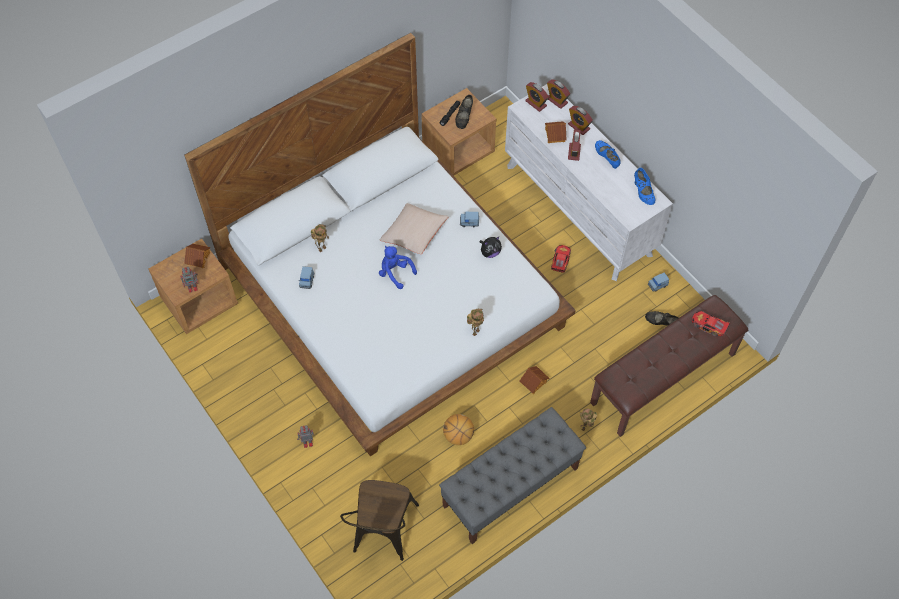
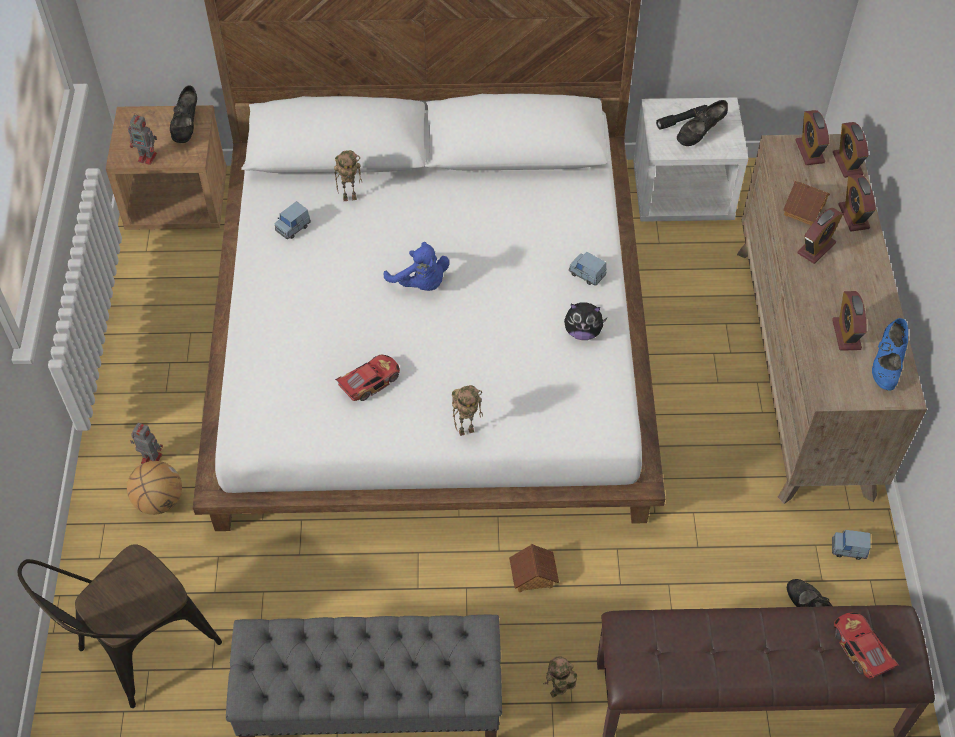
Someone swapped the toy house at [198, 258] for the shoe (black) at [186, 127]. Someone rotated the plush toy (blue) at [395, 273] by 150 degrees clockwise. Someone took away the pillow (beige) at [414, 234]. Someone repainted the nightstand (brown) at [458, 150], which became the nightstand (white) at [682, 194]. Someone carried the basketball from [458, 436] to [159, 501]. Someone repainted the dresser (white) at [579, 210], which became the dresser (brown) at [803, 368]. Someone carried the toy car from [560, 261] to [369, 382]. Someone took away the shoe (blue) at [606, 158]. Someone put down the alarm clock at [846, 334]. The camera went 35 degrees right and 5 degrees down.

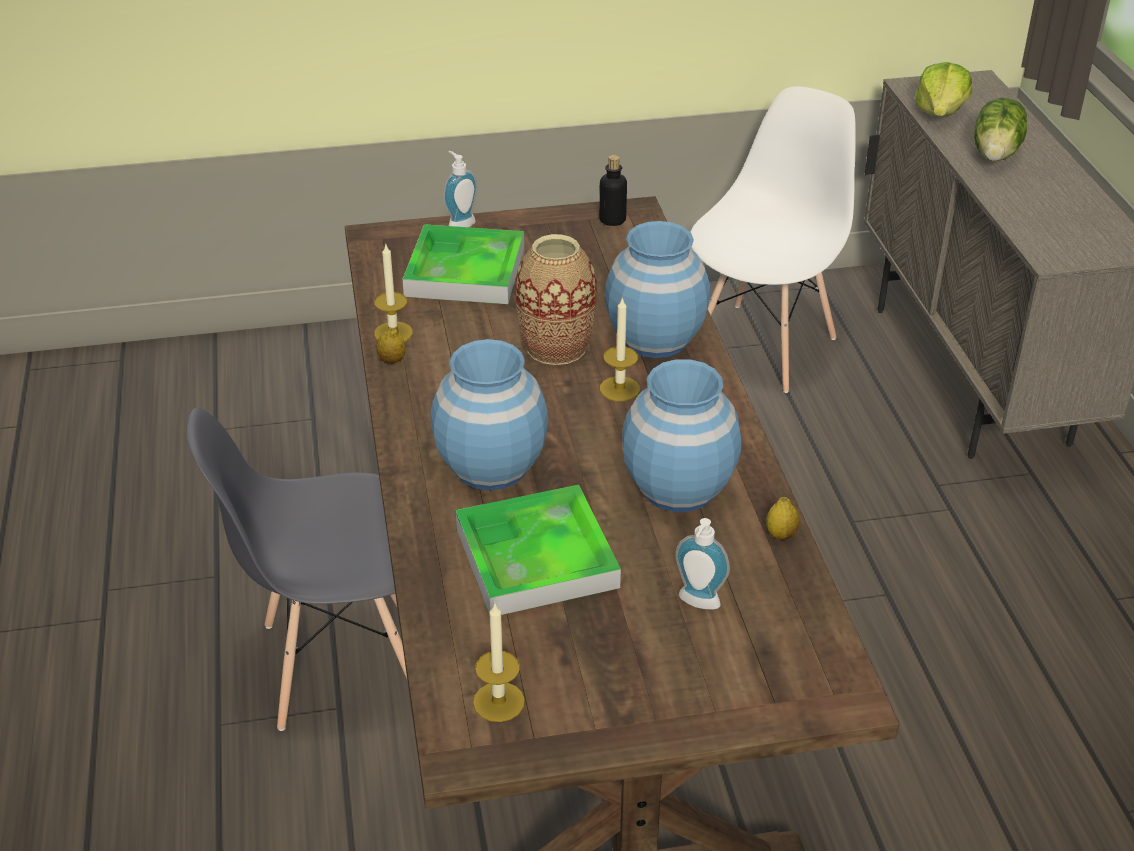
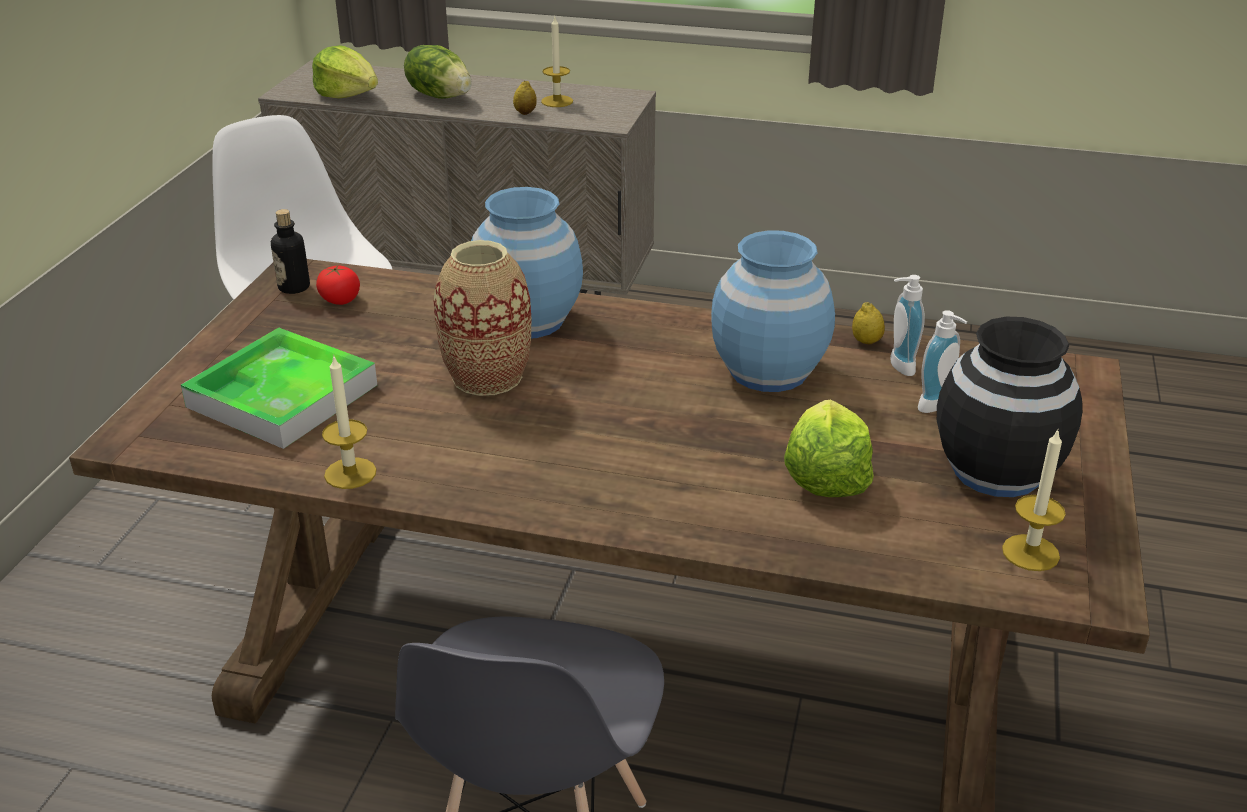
Someone carried the lemon from [392, 361] to [525, 113]. Someone took away the vase (blue) at [491, 466]. Someone carried the soap dispenser from [459, 224] to [897, 366]. Someone swapped the tray at [536, 558] for the lettuce at [825, 476]. Someone carried the candle from [619, 389] to [557, 101]. Someone put down the tomato at [340, 300]. Someone put down the vase (black) at [997, 470]. The camera went 65 degrees left and 5 degrees down.

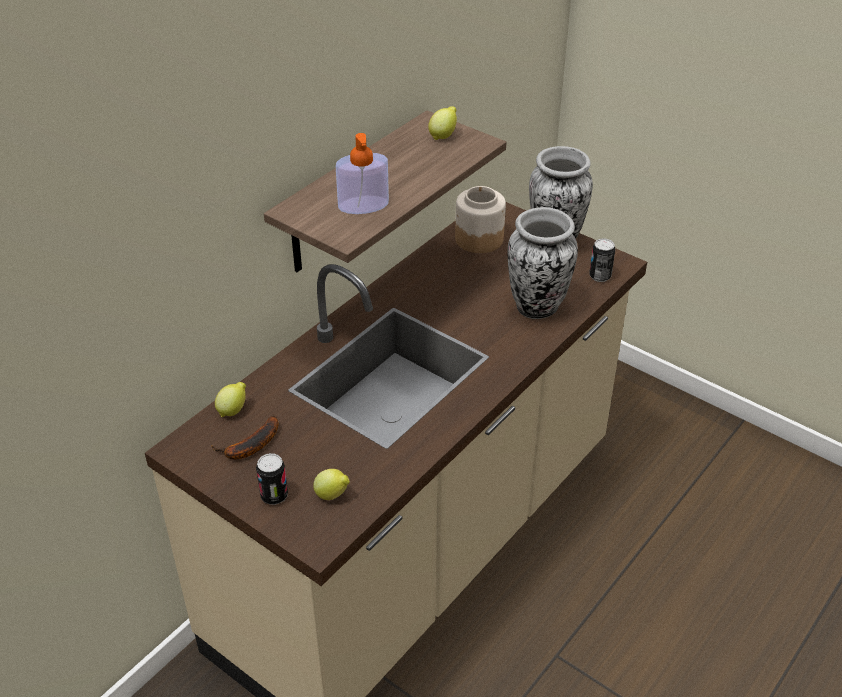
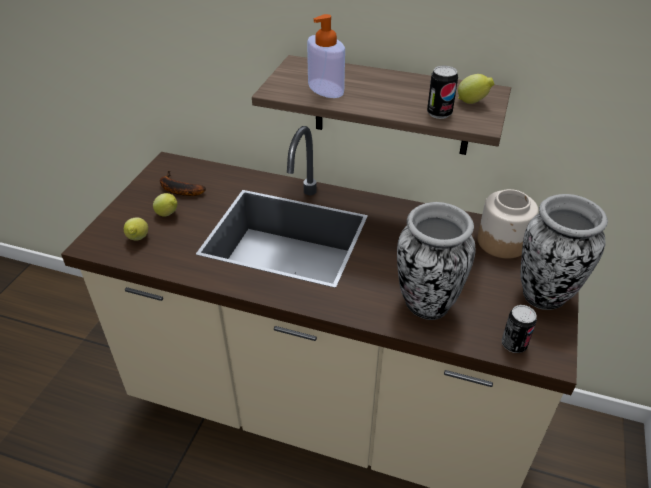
Someone carried the lemon from [233, 410] to [168, 214]. Someone carried the can from [274, 496] to [439, 113]. The camera went 70 degrees right and 0 degrees up.

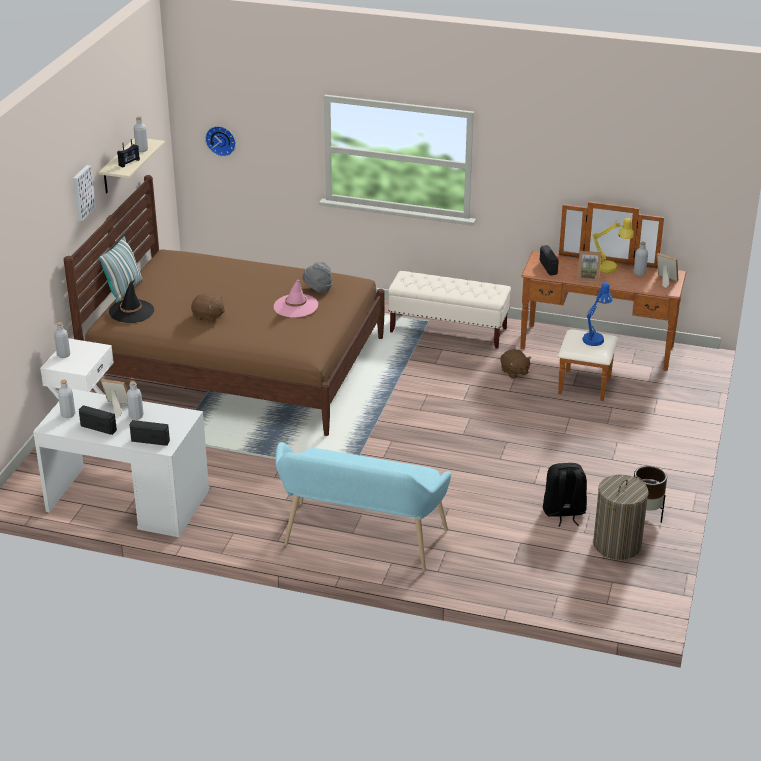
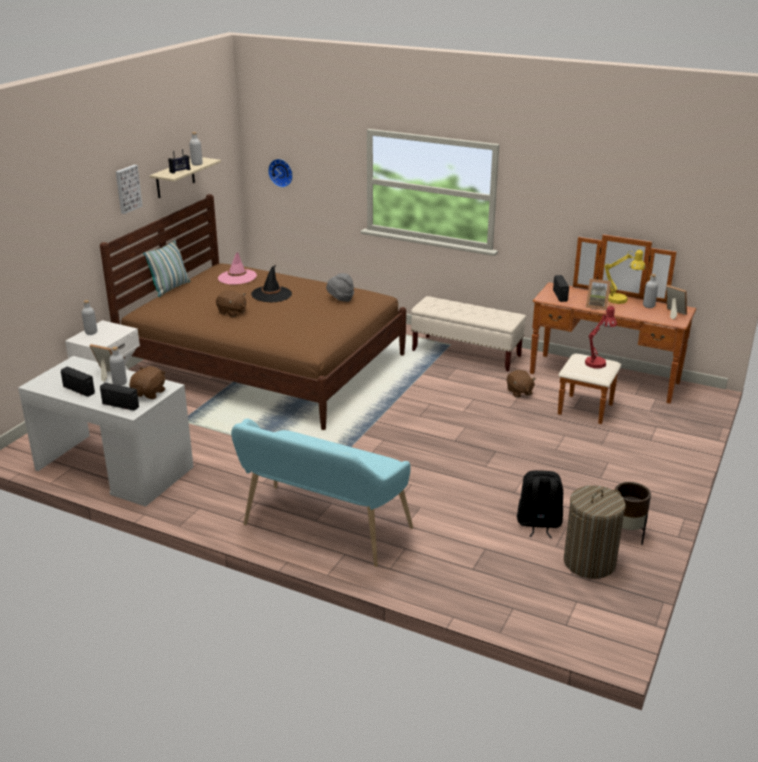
Someone took away the bottle (grey) at [68, 414]. Someone carried the hat (black) from [131, 311] to [271, 294]. Someone carried the hat (pink) from [295, 306] to [237, 277]. Someone repainted the table lamp (blue) at [595, 338], which became the table lamp (red) at [598, 362]. Someone put down the plush toy (brown) at [149, 393]. The camera went 10 degrees right and 5 degrees down.

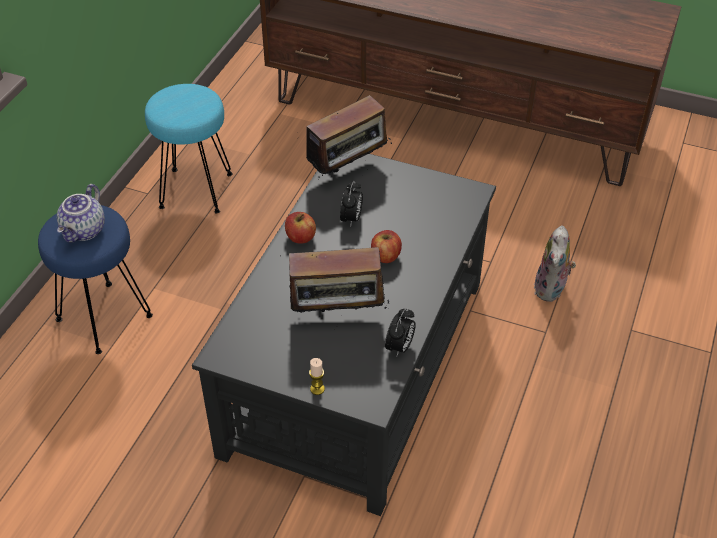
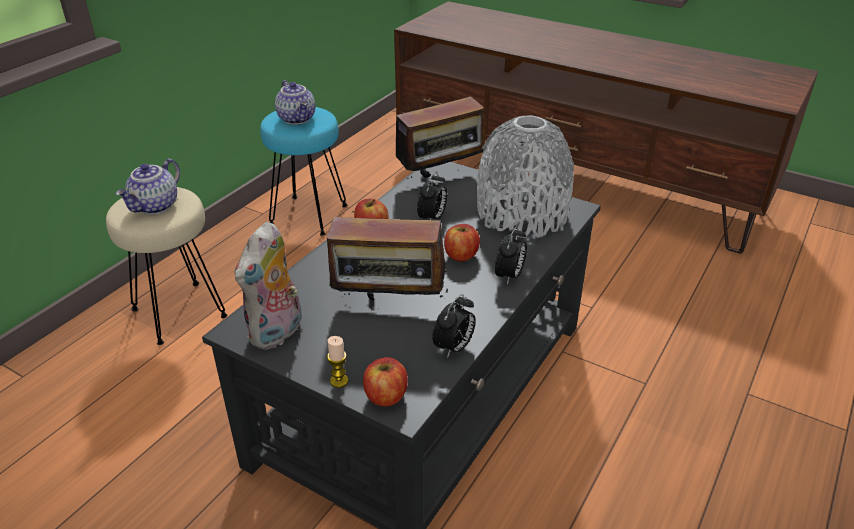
Someone repainted the stool (blue) at [105, 317], which became the stool (beige) at [181, 312]. Someone carried the plush toy from [551, 289] to [277, 333]. Someone put down the teapot at [298, 119]. Someone put down the apple at [385, 396]. Someone put down the vase (grey) at [522, 214]. Someone put down the alarm clock at [509, 276]. The camera went 10 degrees right and 10 degrees down.

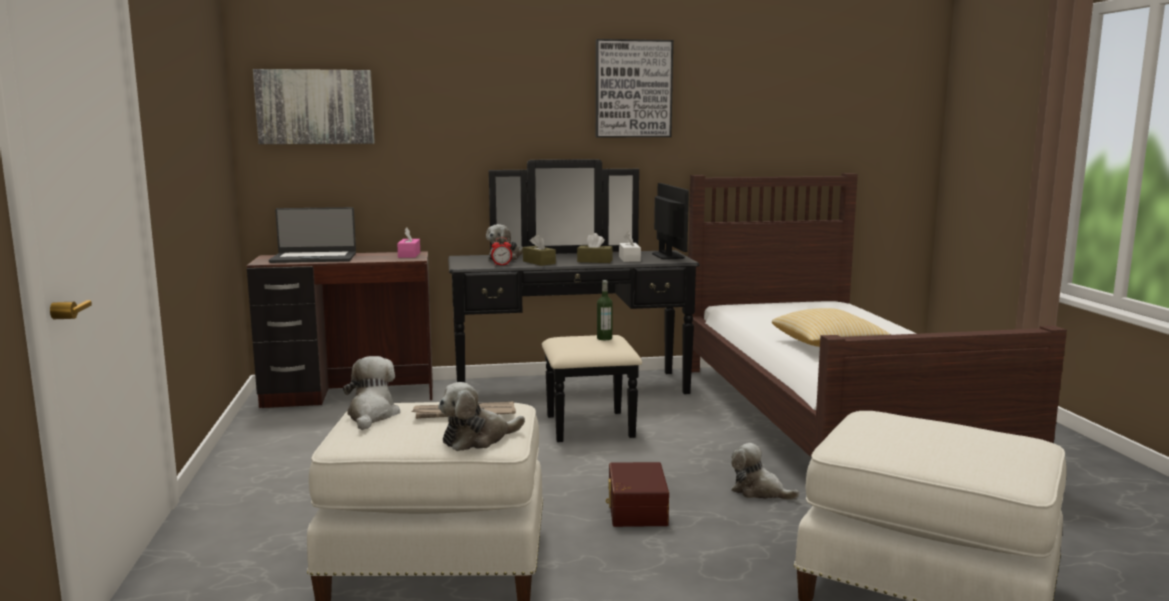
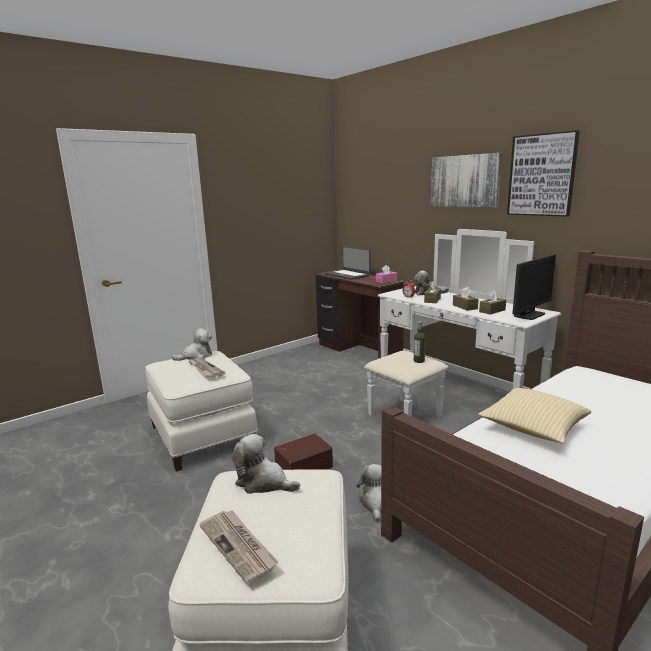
Someone carried the picture from [315, 107] to [465, 181]. Someone carried the plush toy from [478, 439] to [263, 482]. Someone repainted the dresser (black) at [576, 396], which became the dresser (white) at [445, 395]. Someone repainted the tissue box (white) at [629, 259], which became the tissue box (brown) at [492, 311]. Someone put down the newspaper at [239, 546]. The camera went 60 degrees right and 5 degrees up.

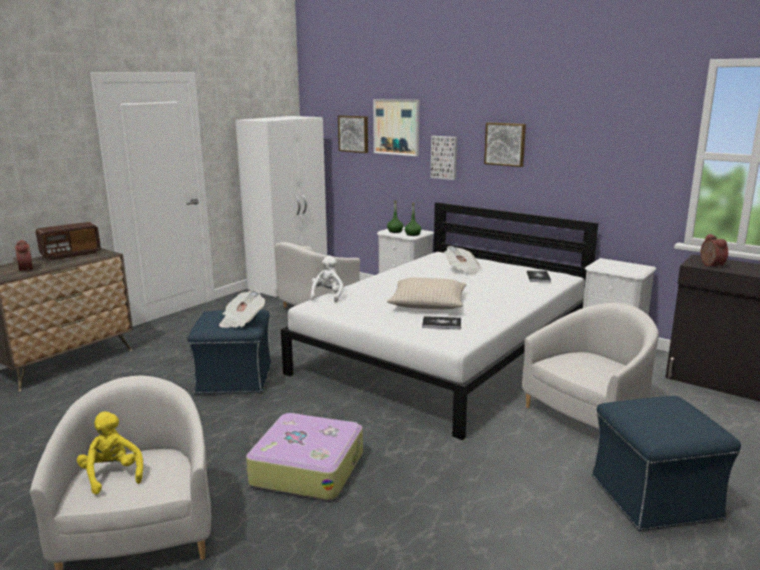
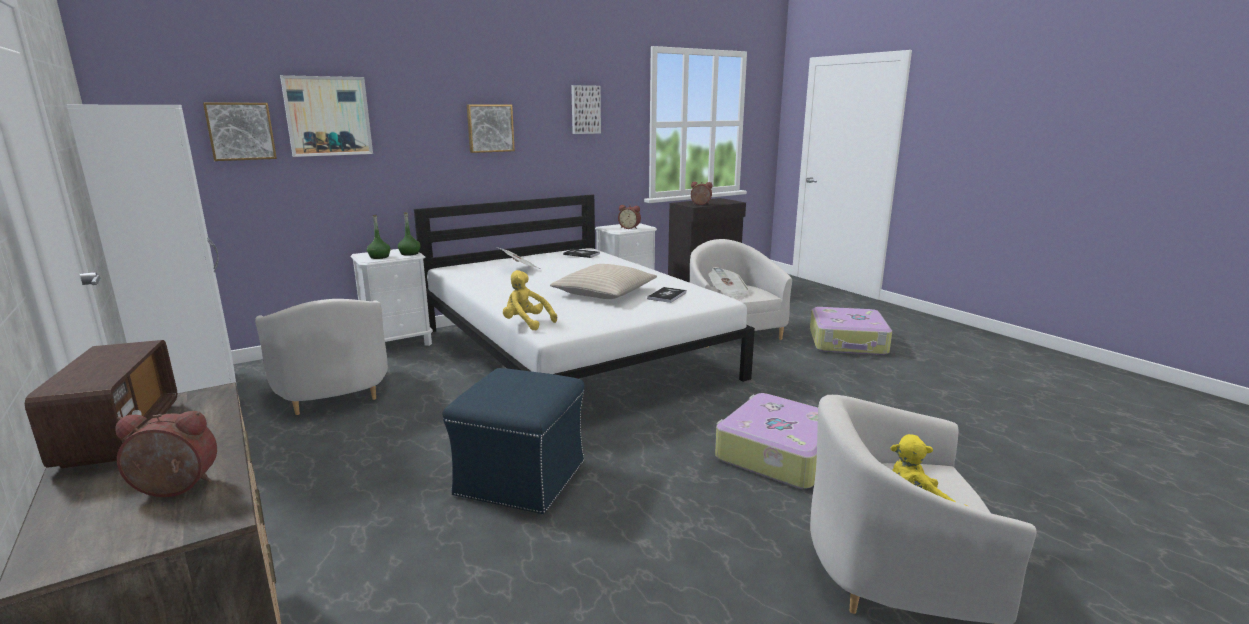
Someone carried the newspaper from [242, 321] to [729, 294]. Someone repainted the plush toy (white) at [327, 296], which became the plush toy (yellow) at [526, 323]. Someone carried the picture from [444, 157] to [585, 109]. Someone swapped the ottoman (blue) at [655, 498] for the suitcase at [848, 342]. Someone put down the alarm clock at [629, 228]. The camera went 70 degrees left and 0 degrees up.

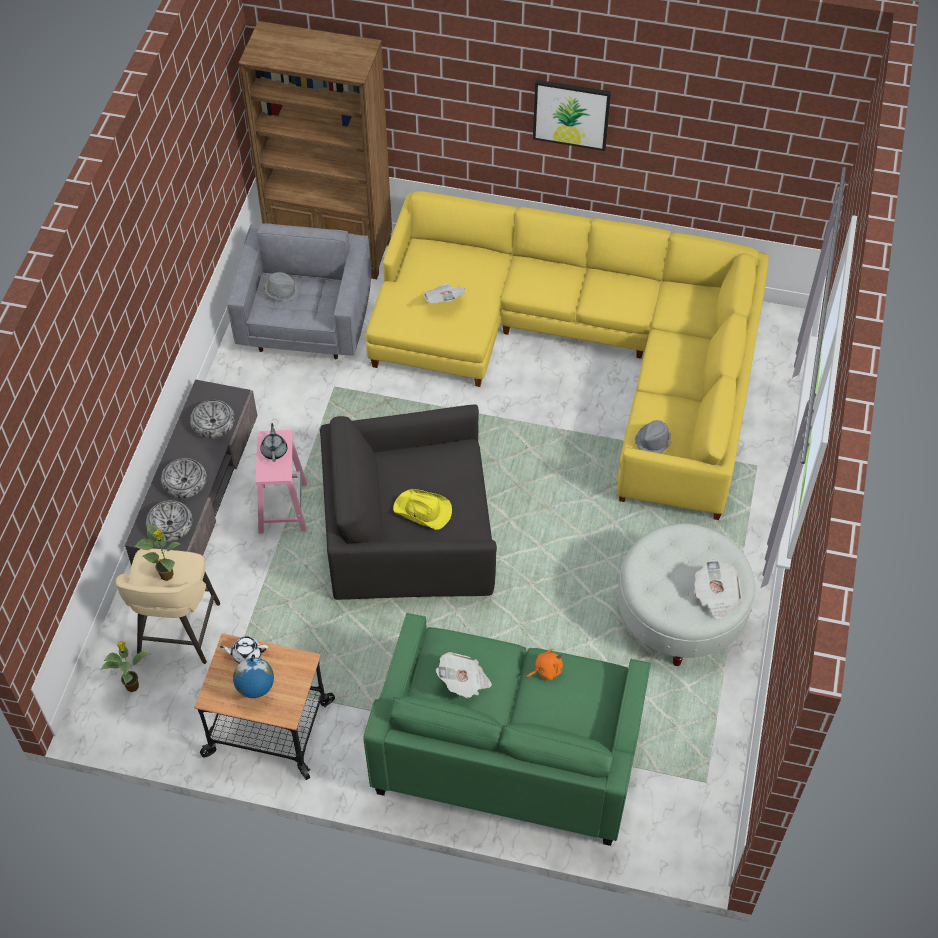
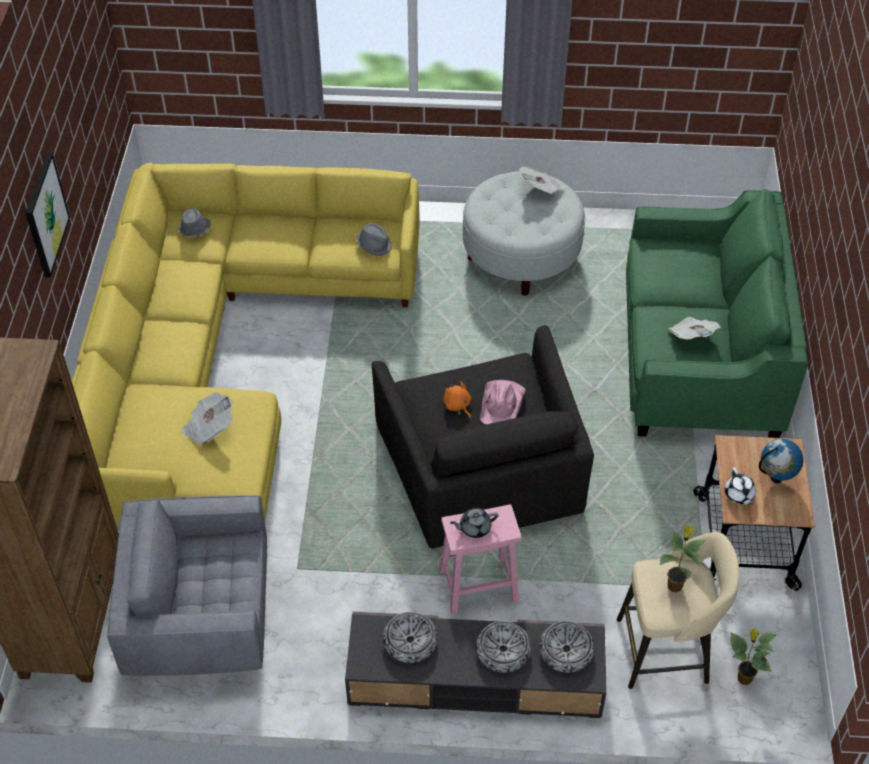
Someone carried the hat (grey) from [281, 291] to [194, 230]. Someone repainted the hat (yellow) at [423, 511], which became the hat (pink) at [502, 404]. Someone carried the plush toy (orange) from [546, 670] to [457, 406]. The camera went 100 degrees left and 5 degrees down.

